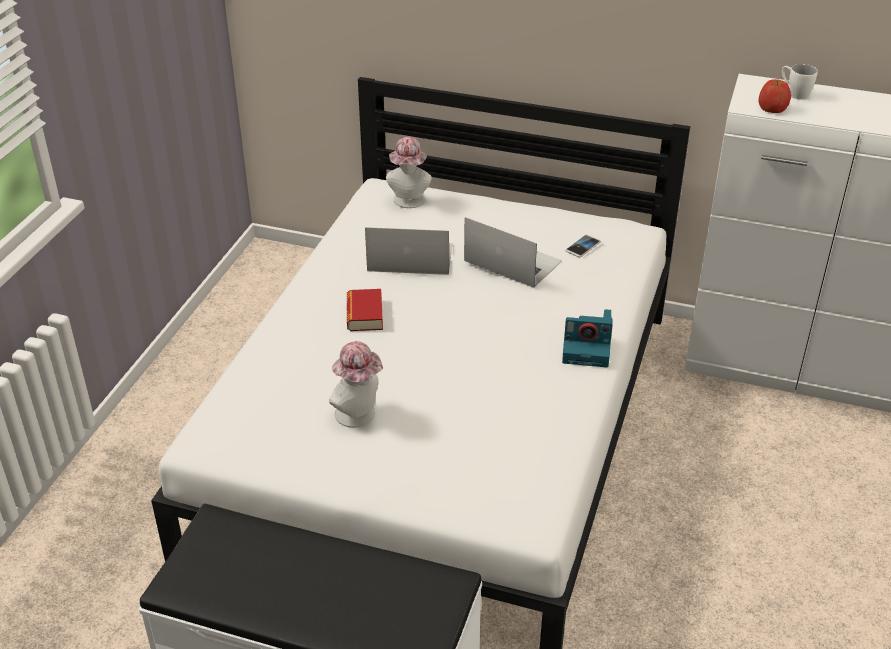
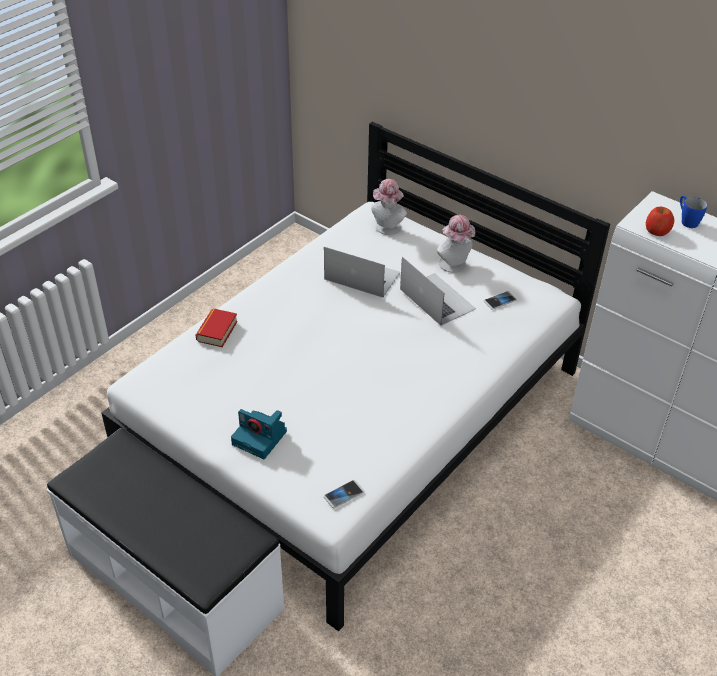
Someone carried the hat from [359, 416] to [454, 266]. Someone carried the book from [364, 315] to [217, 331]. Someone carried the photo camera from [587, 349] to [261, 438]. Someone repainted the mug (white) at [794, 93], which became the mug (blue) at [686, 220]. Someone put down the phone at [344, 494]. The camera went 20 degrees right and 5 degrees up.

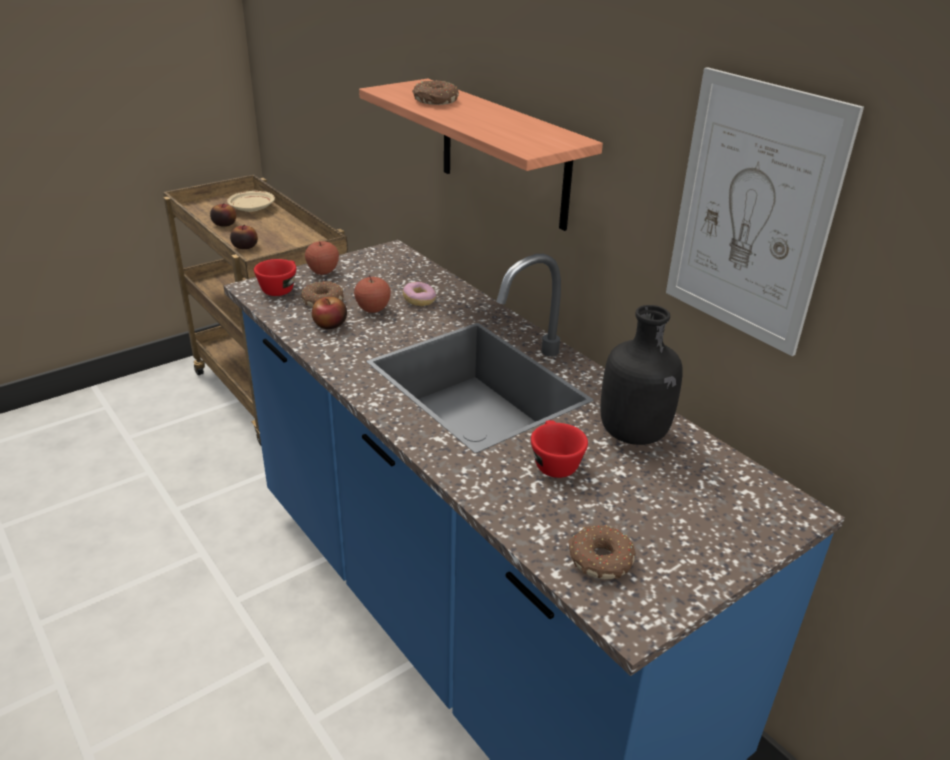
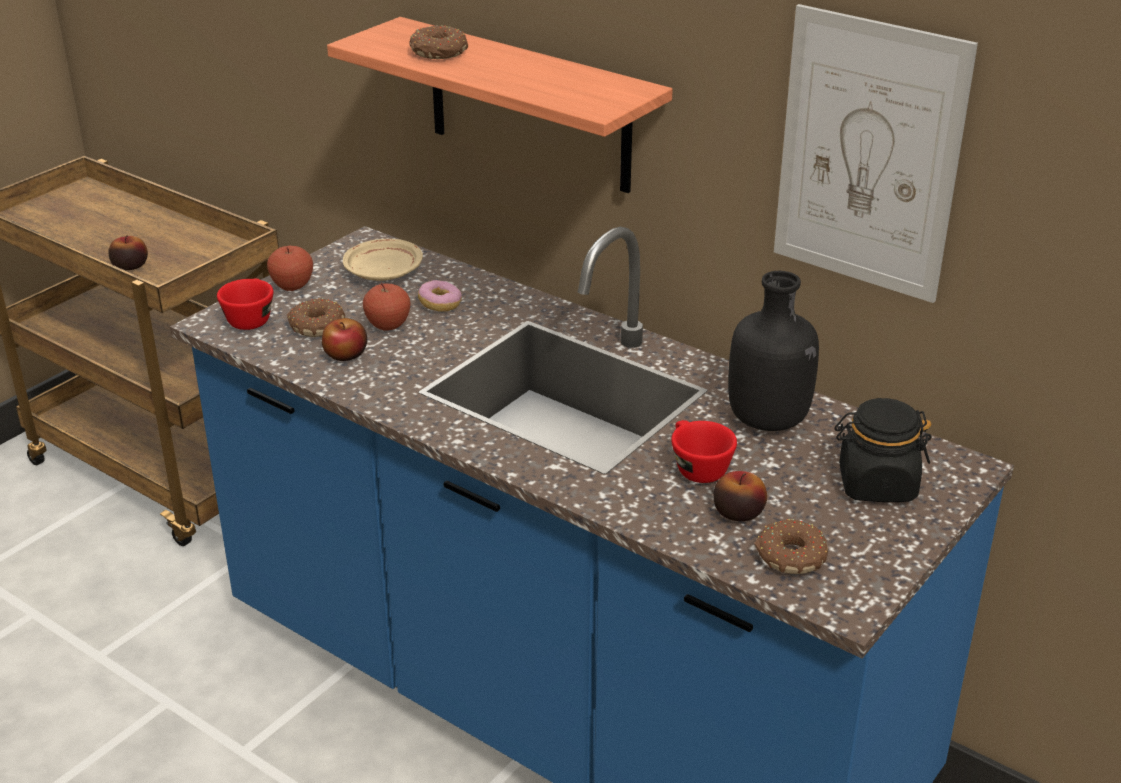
Someone carried the apple from [224, 224] to [738, 512]. Someone carried the plate (beige) from [252, 208] to [383, 272]. Someone put down the jar (black) at [876, 484]. The camera went 15 degrees left and 0 degrees up.

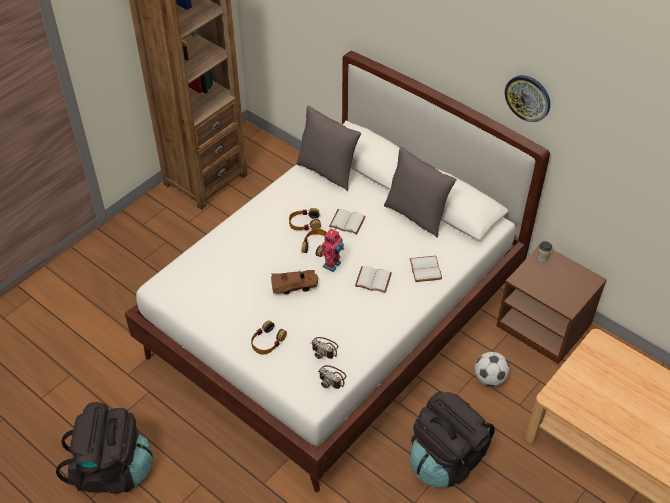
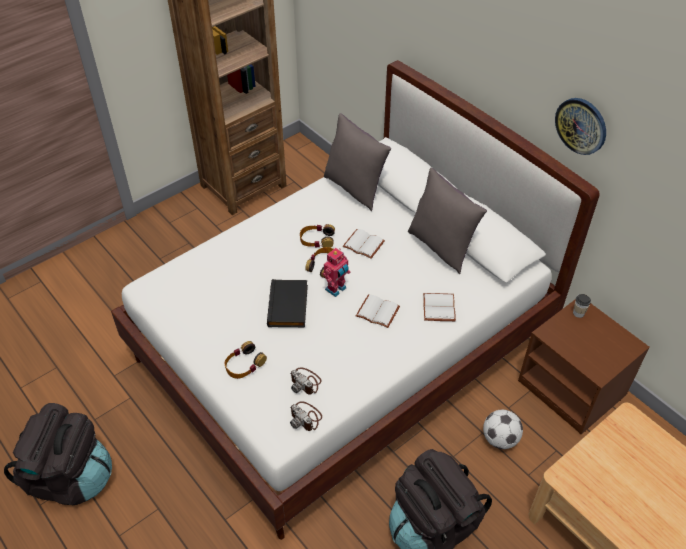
Someone swapped the toy car (brown) at [294, 285] for the book (black) at [289, 306]. The camera went 10 degrees right and 0 degrees up.

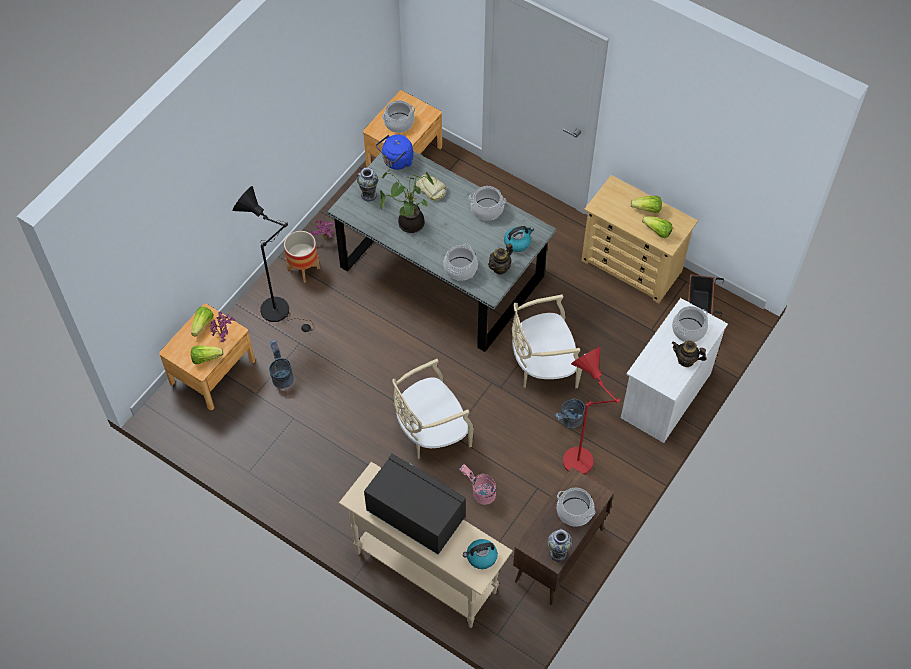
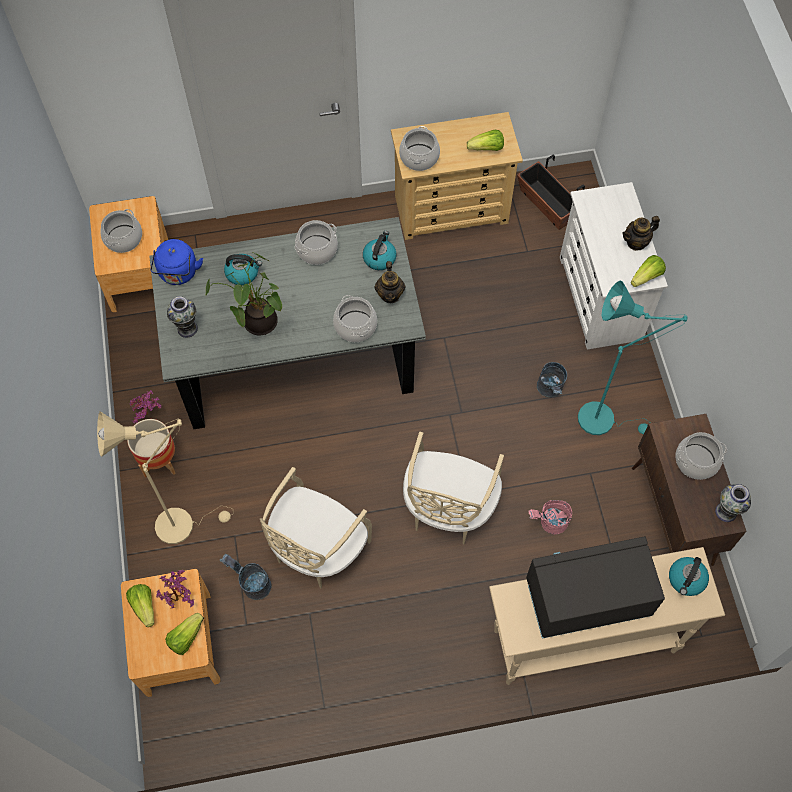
Someone repainted the floor lamp (black) at [280, 311], which became the floor lamp (beige) at [182, 523]. Someone swapped the bread at [431, 189] for the kettle at [243, 273]. Someone carried the chair (beige) from [542, 365] to [317, 548]. Someone repainted the floor lamp (red) at [582, 465], which became the floor lamp (turquoise) at [603, 419]. Someone carried the lettuce from [647, 209] to [646, 277]. Someone carried the cooking pot from [688, 330] to [419, 157]. The camera went 45 degrees left and 5 degrees up.

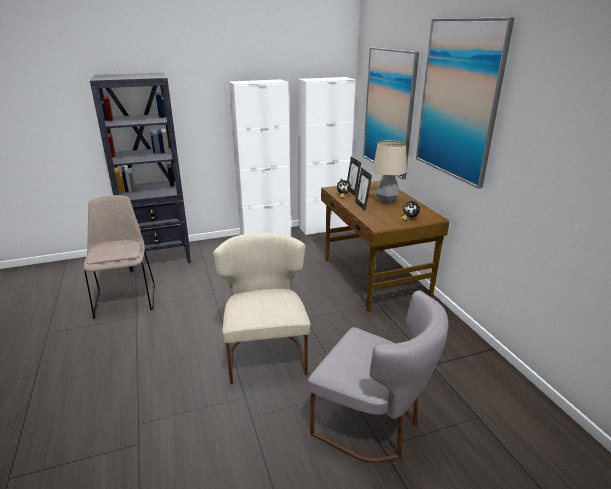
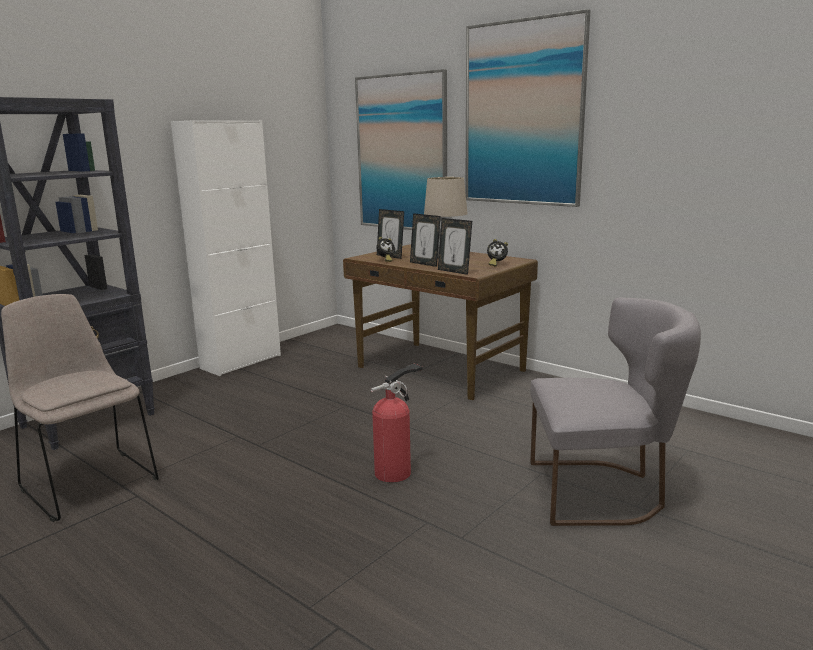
Someone swapped the chair (beige) at [265, 352] for the fire extinguisher at [396, 472]. Someone took away the cabinet (white) at [323, 228]. Someone put down the picture frame at [454, 271]. The camera went 30 degrees left and 10 degrees down.

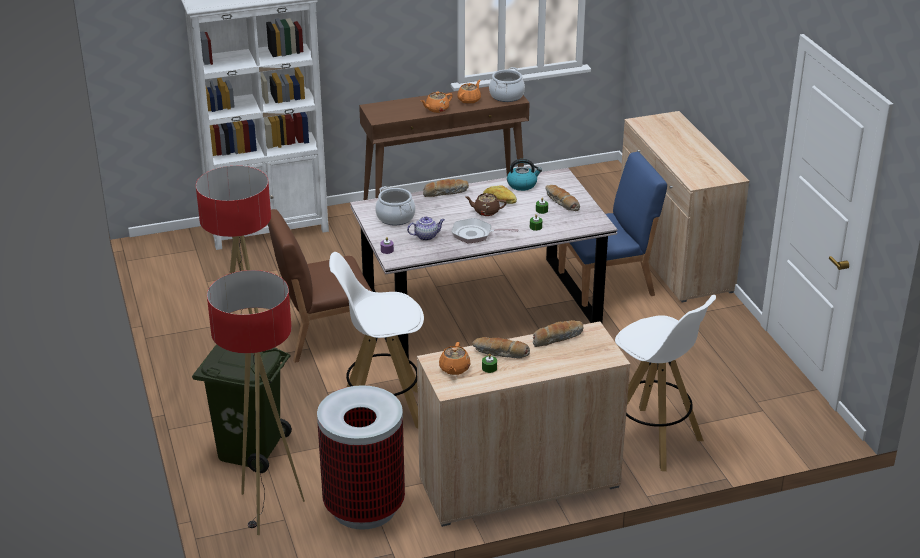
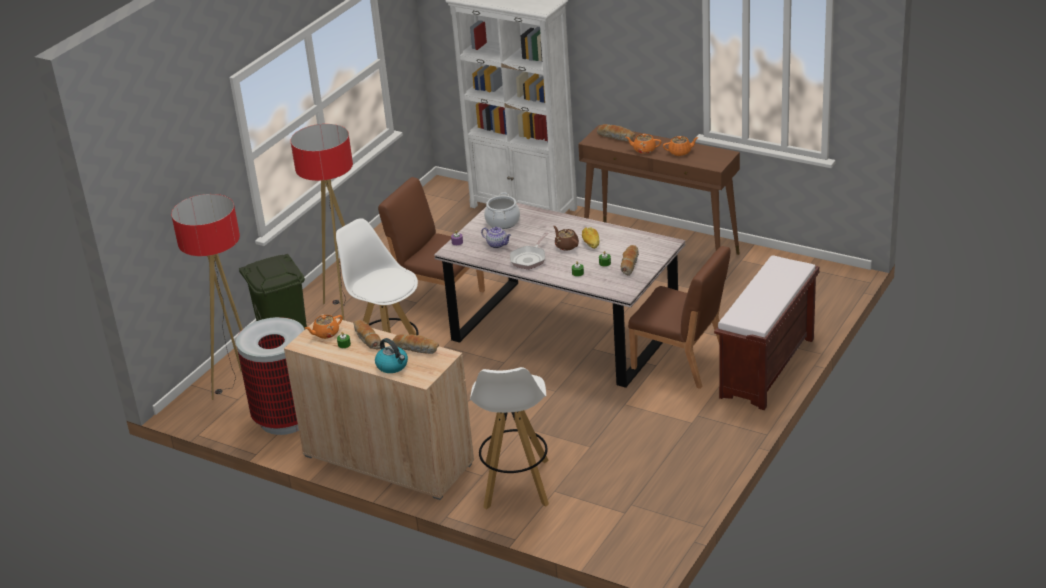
Someone carried the bread from [445, 192] to [616, 137]. Someone rotated the frying pan at [475, 234] by 120 degrees counterclockwise. Someone took away the cooking pot at [506, 96]. Someone carried the kettle from [522, 184] to [392, 366]. Someone repainted the chair (blue) at [607, 284], which became the chair (brown) at [681, 362]. Someone swapped the cabinet (beige) at [673, 258] for the bench (brown) at [767, 369]. The camera went 50 degrees right and 0 degrees up.

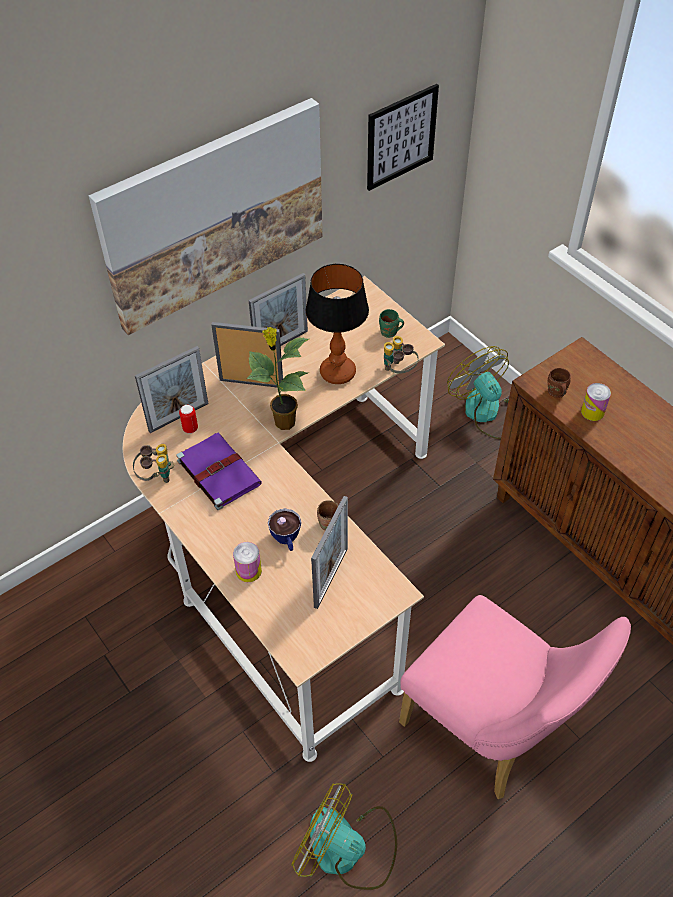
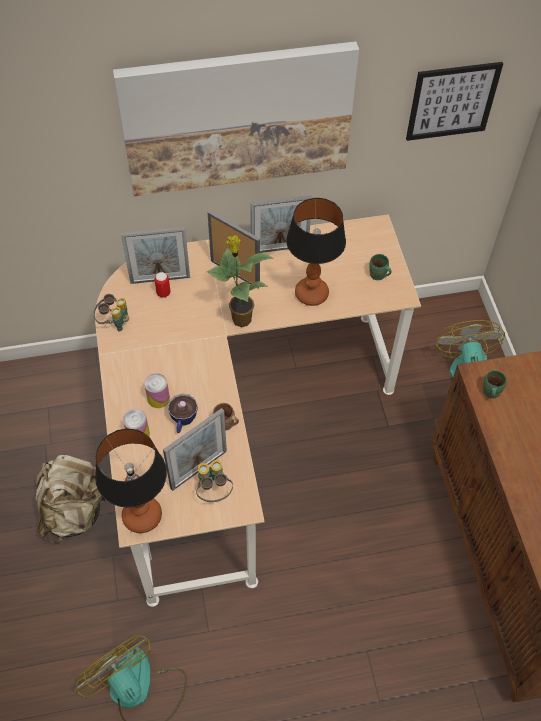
Someone took away the book (purple) at [217, 471]. Someone carried the binoculars from [398, 371] to [213, 491]. Someone took away the chair (pink) at [491, 730]. Someone repainted the mug (brown) at [555, 393], which became the mug (green) at [489, 392]. Someone carried the can from [592, 412] to [158, 398]. Someone put down the backpack (beige) at [75, 511]. Someone put down the table lamp at [142, 515]. The camera went 25 degrees right and 5 degrees up.

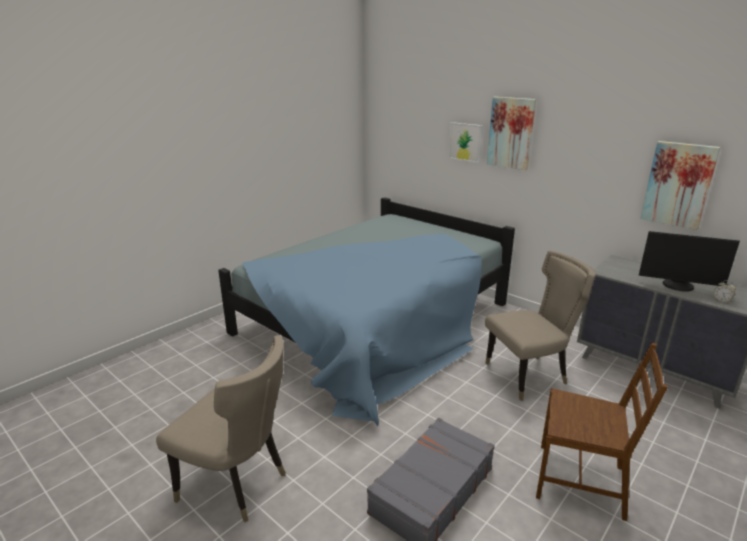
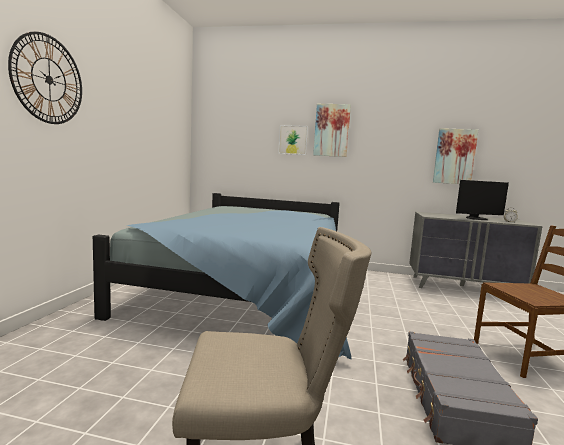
Someone took away the chair (beige) at [529, 375]. Someone put up the wall clock at [49, 79]. The camera went 30 degrees left and 15 degrees down.

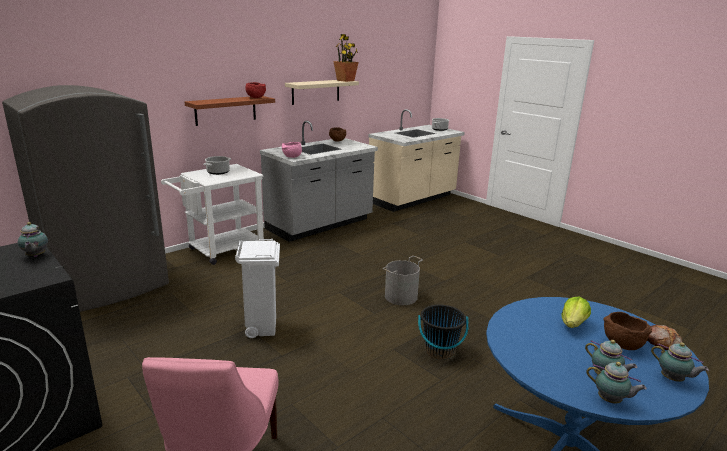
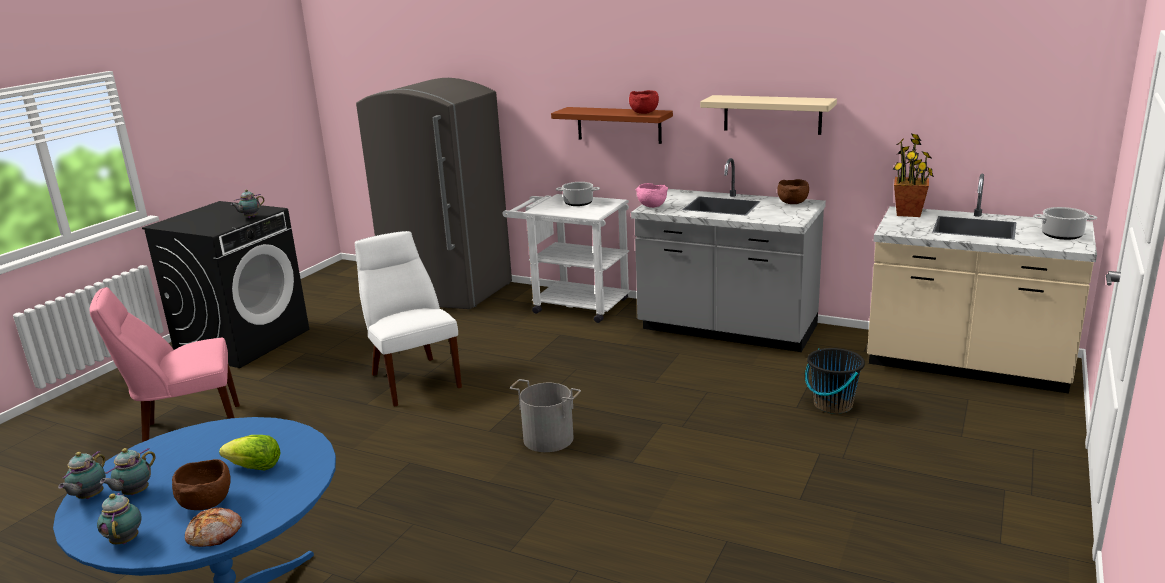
Someone swapped the trash can (white) at [262, 328] for the chair (white) at [413, 379]. Someone carried the potted plant from [345, 80] to [909, 213]. Someone carried the bucket (black) from [439, 351] to [832, 405]. Someone rotated the teapot at [673, 379] by 135 degrees clockwise. The camera went 70 degrees right and 0 degrees up.

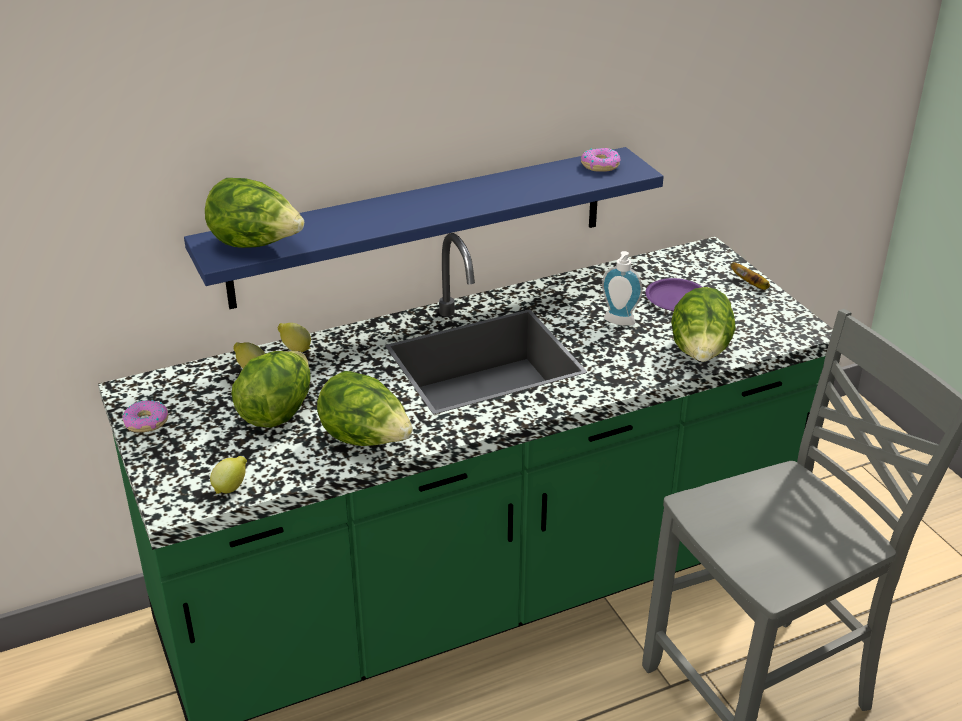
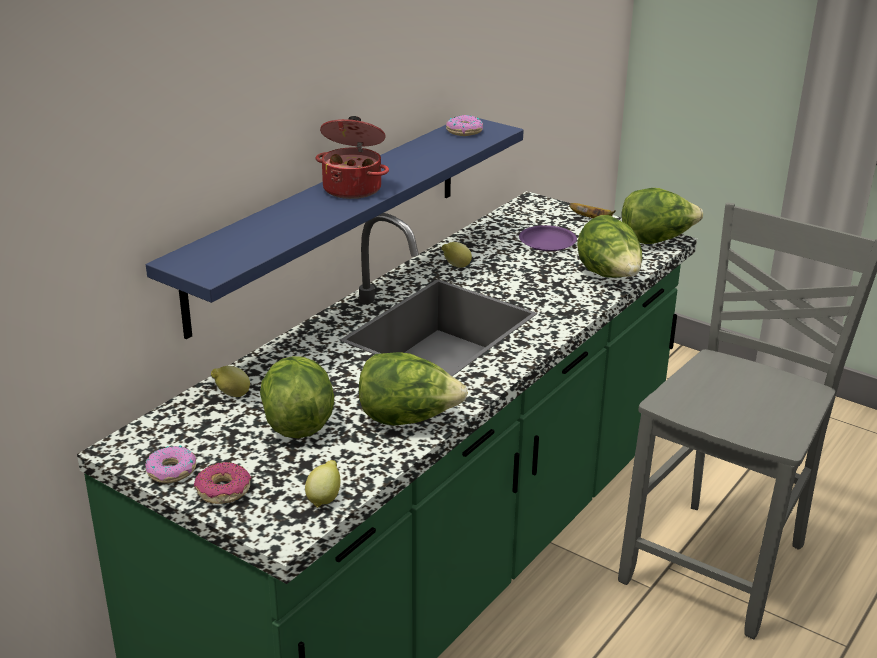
Someone carried the lettuce from [256, 245] to [656, 240]. Someone carried the lemon from [295, 349] to [456, 266]. Someone took away the soap dispenser at [618, 322]. Someone put down the donut at [223, 491]. Someone put down the cooking pot at [353, 188]. The camera went 30 degrees left and 5 degrees down.

